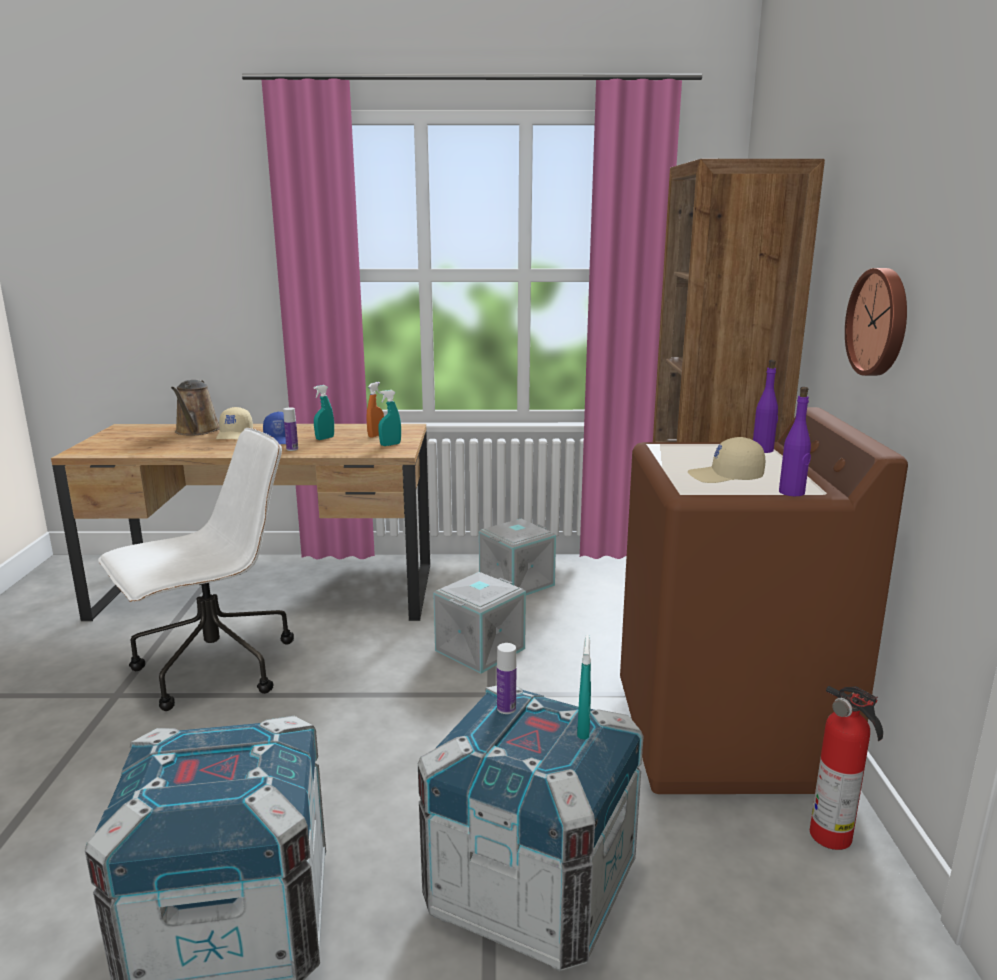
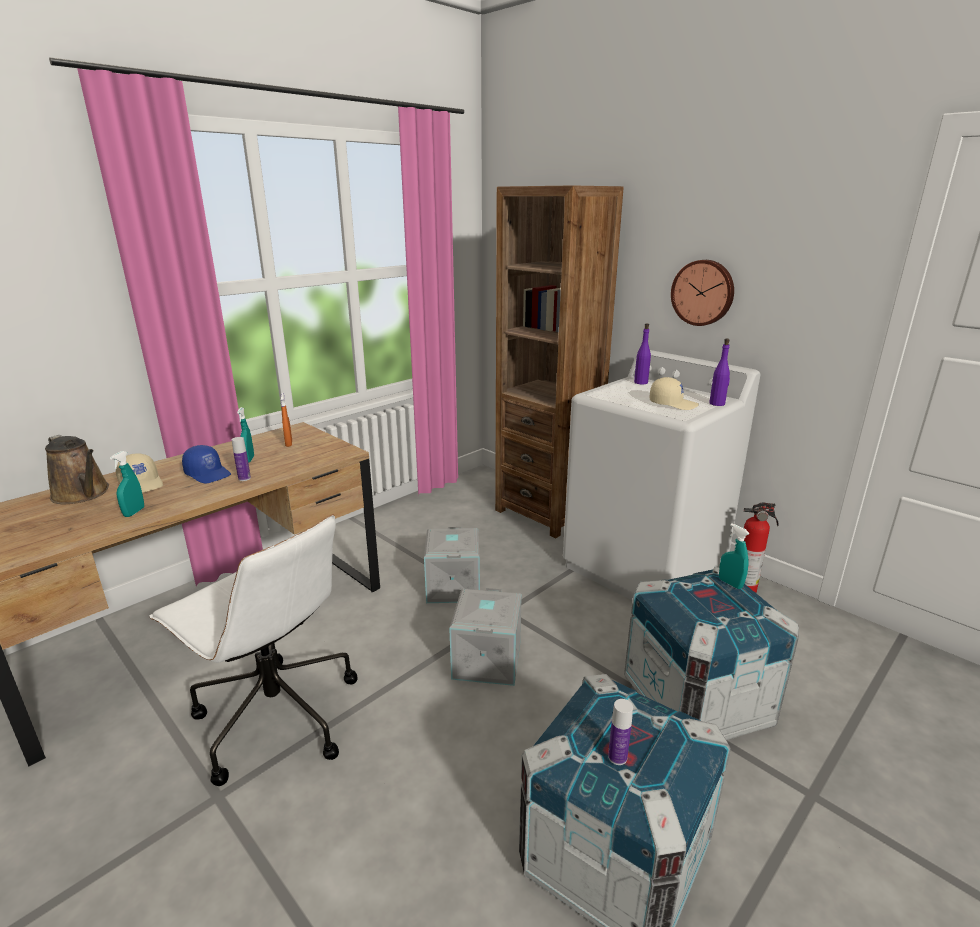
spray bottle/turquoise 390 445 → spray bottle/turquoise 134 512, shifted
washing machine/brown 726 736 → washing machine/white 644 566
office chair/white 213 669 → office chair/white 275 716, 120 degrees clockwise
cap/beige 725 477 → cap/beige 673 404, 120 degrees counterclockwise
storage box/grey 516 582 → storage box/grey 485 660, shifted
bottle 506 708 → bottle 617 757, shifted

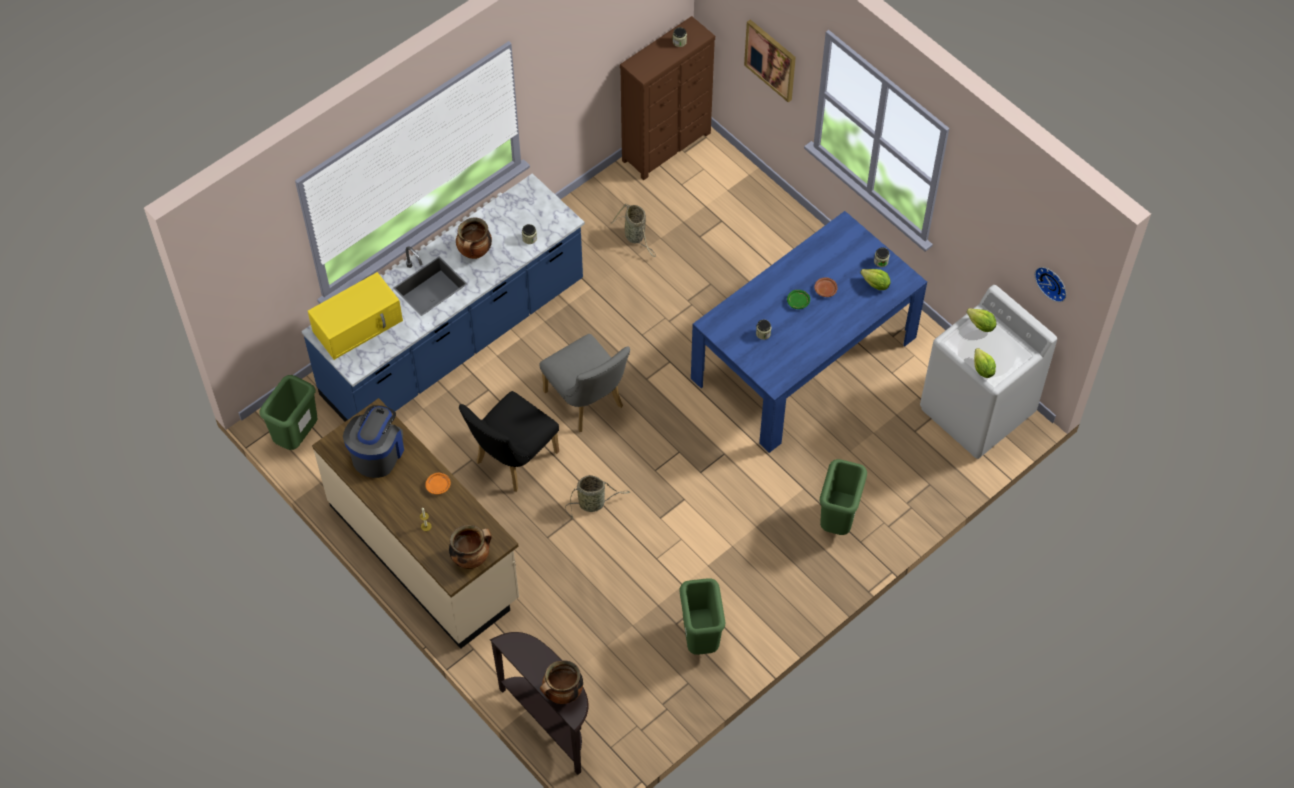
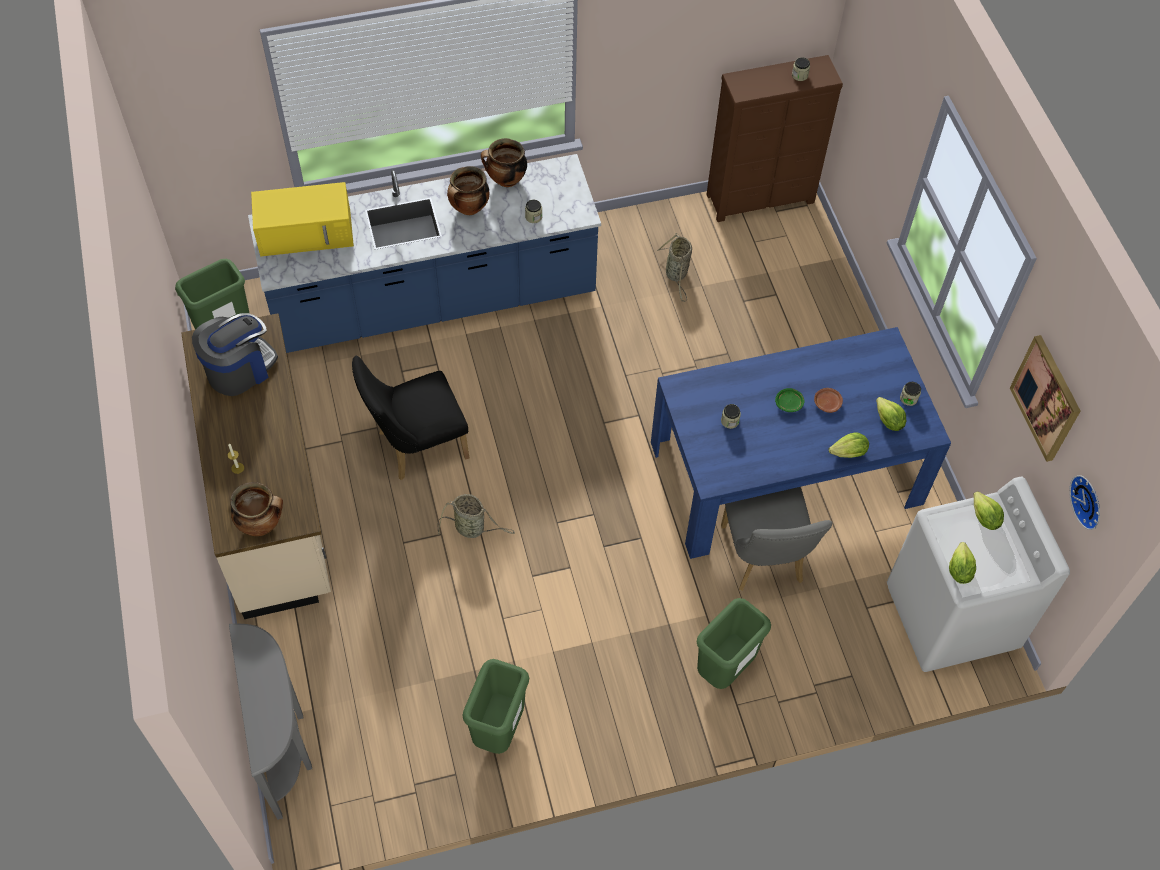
picture 771 60 → picture 1046 398, shifted
chair/grey 587 403 → chair/grey 764 560, shifted
plate/orange 438 485 → -
console table/brown 550 721 → console table/grey 285 744
cooking pot 562 693 → cooking pot 505 180, shifted
- → lettuce 849 453

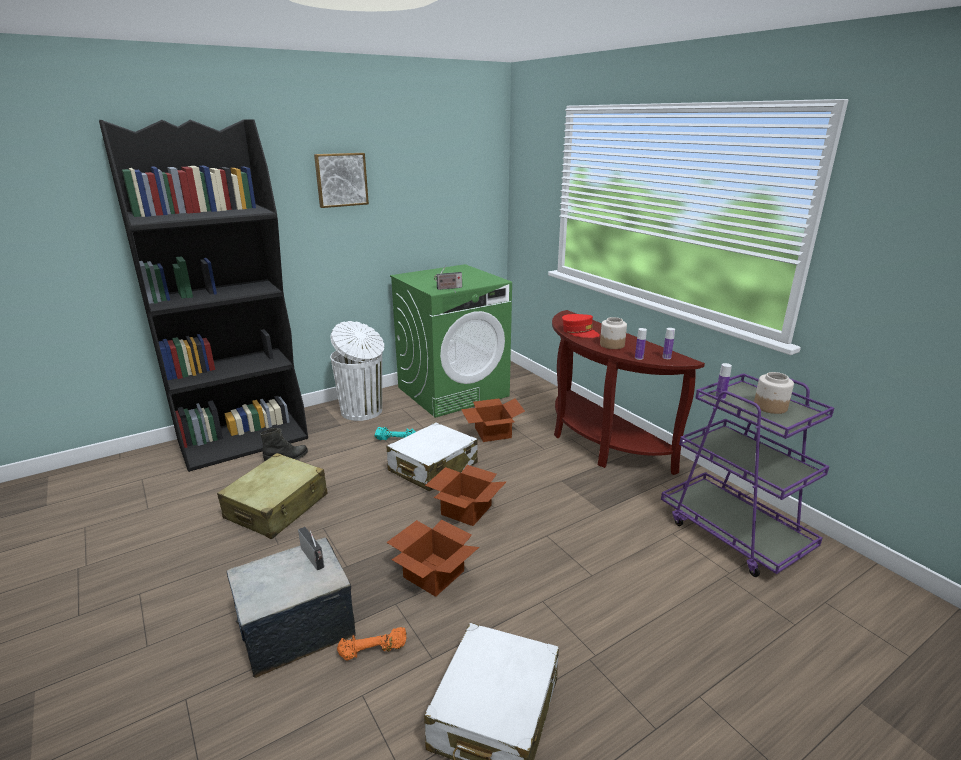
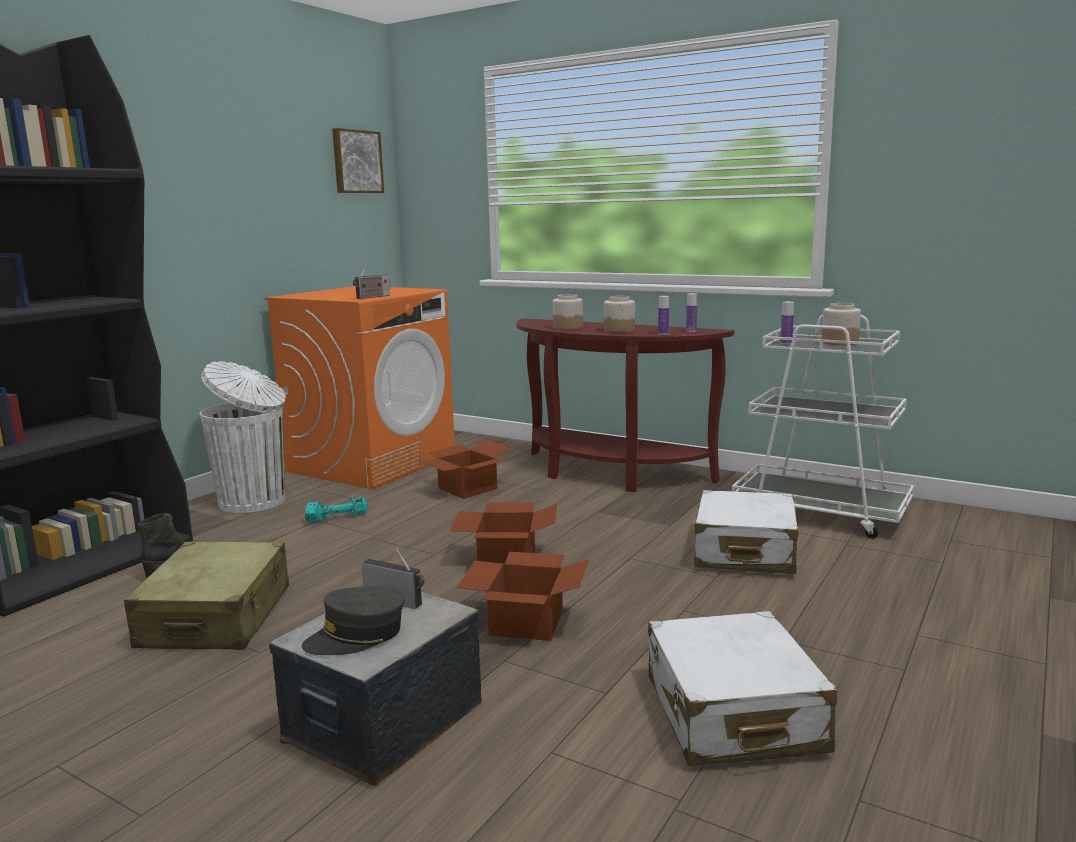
picture 341 179 → picture 356 162, shifted
washing machine/green 453 391 → washing machine/orange 372 462
cap/red 579 332 → jar 567 327
cart/purple 733 533 → cart/white 821 513
suitcase/white 432 467 → suitcase/white 744 552, shifted
dumbbell/orange 373 651 → -
- → cap/grey 357 636

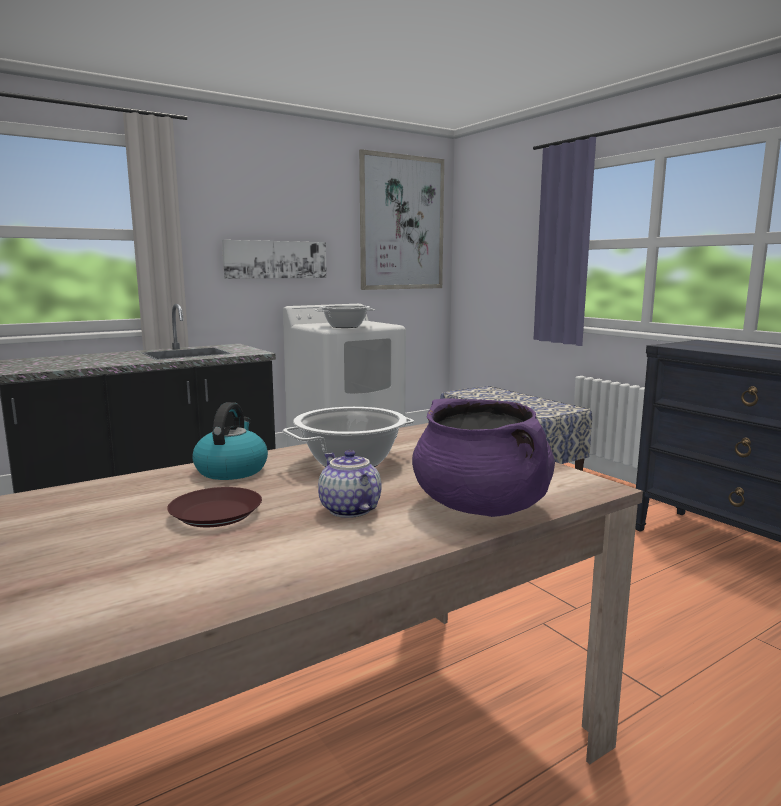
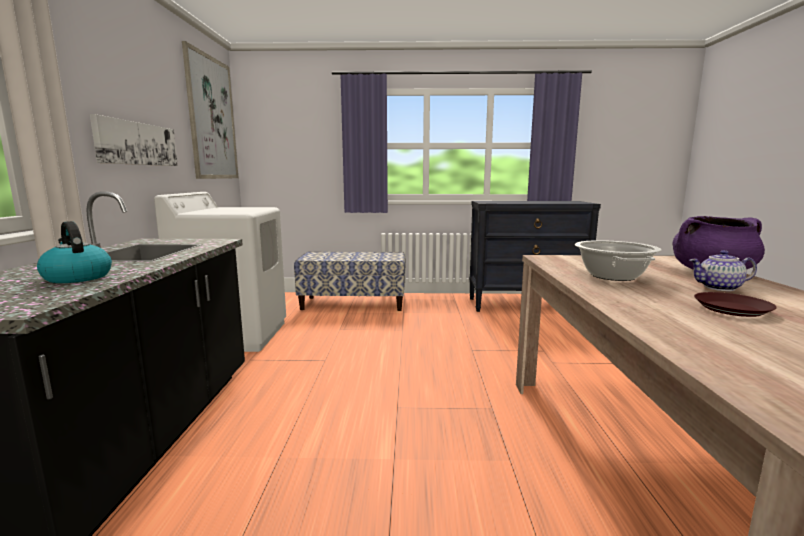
cooking pot 345 326 → -
kettle 231 470 → kettle 77 277, shifted

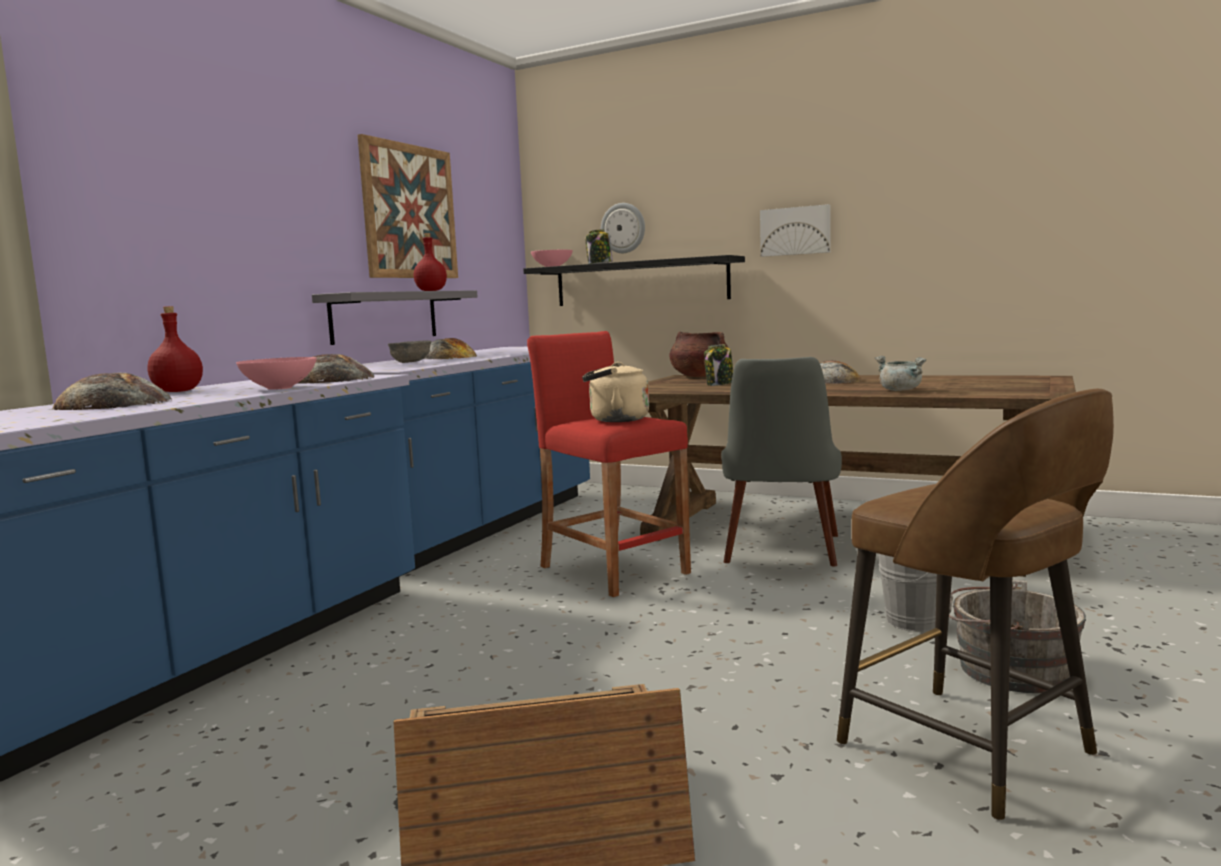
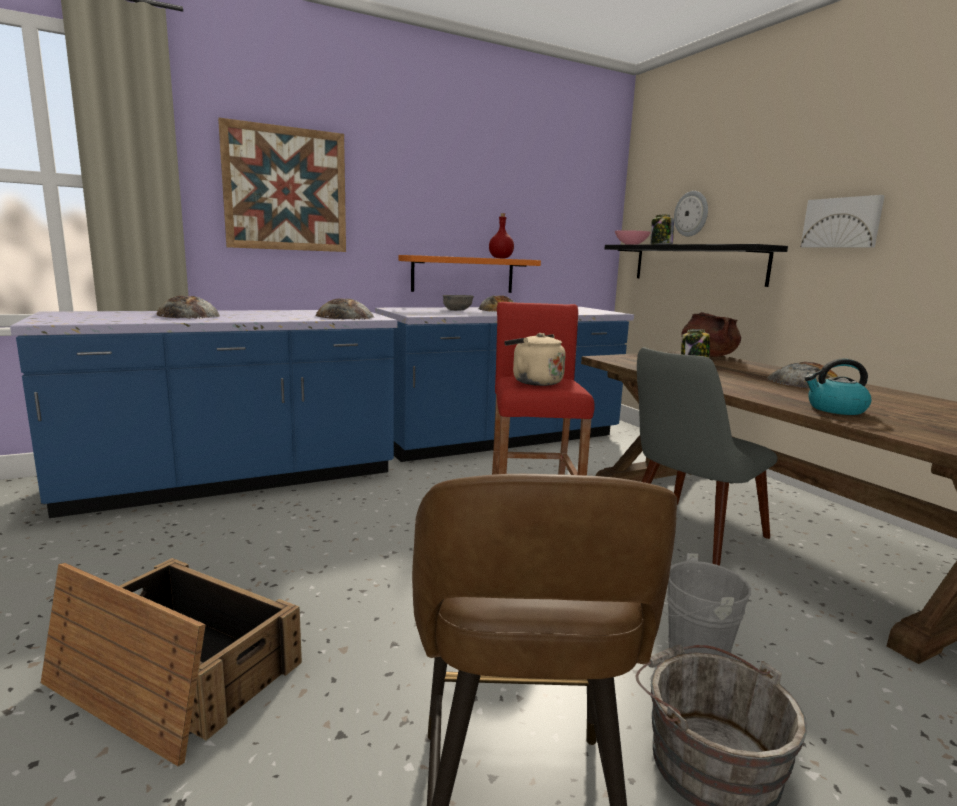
picture 409 212 → picture 285 189, shifted
shelf/grey 384 316 → shelf/orange 463 274
bottle/red 179 391 → -
cooking pot/grey 900 390 → kettle 835 409
bowl/pink 280 388 → -

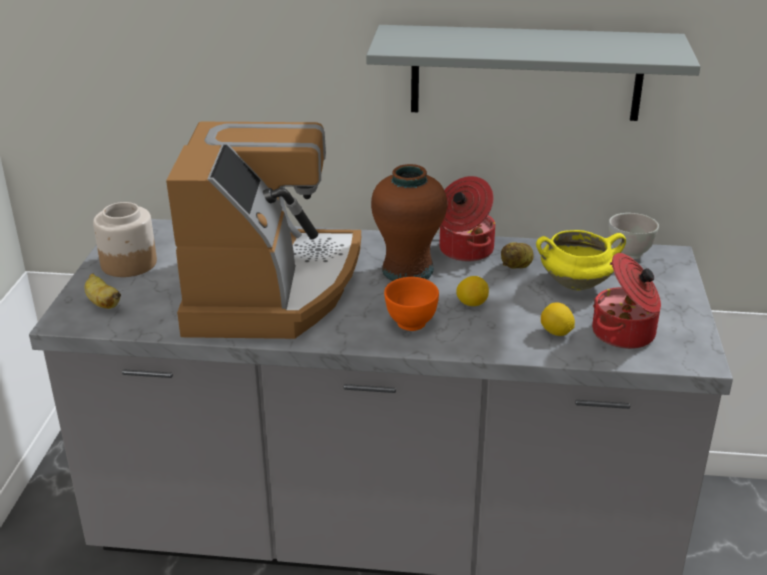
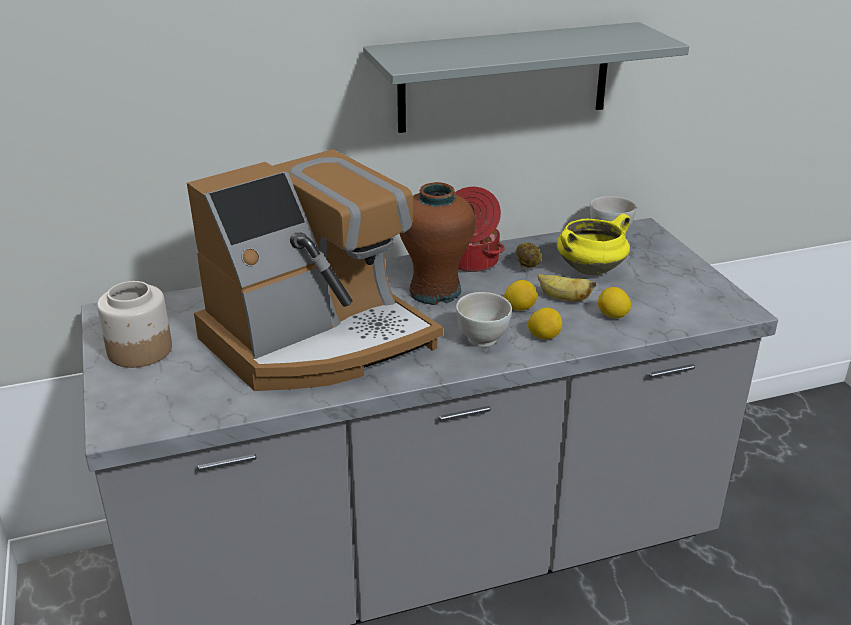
coffee machine 271 289 → coffee machine 318 340, 75 degrees clockwise
cooking pot 625 334 → -
banana 102 303 → banana 563 298, shifted
bowl/orange 411 324 → bowl/white 482 340
- → lemon 544 336

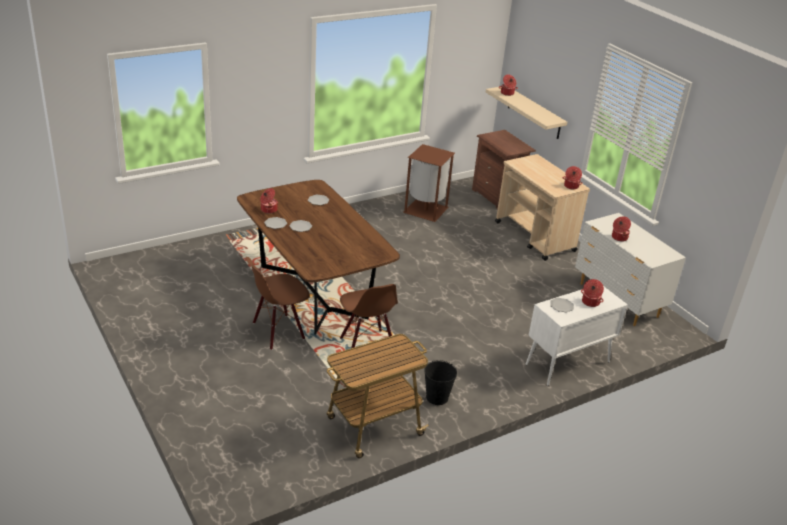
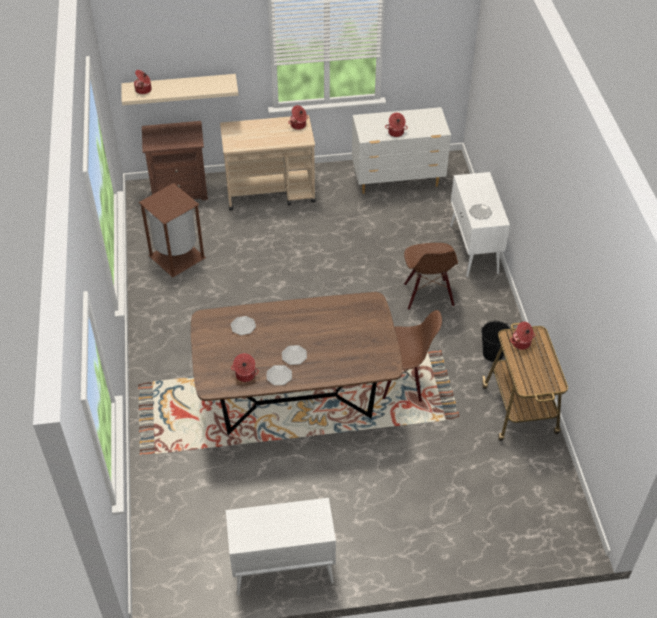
chair/brown 278 331 → chair/brown 428 295, shifted
cooking pot 590 302 → cooking pot 521 343, shifted
- → cabinet/white 282 570

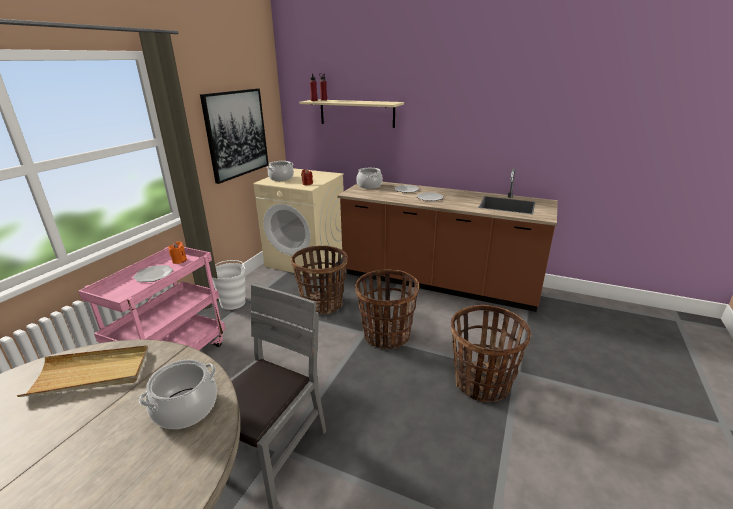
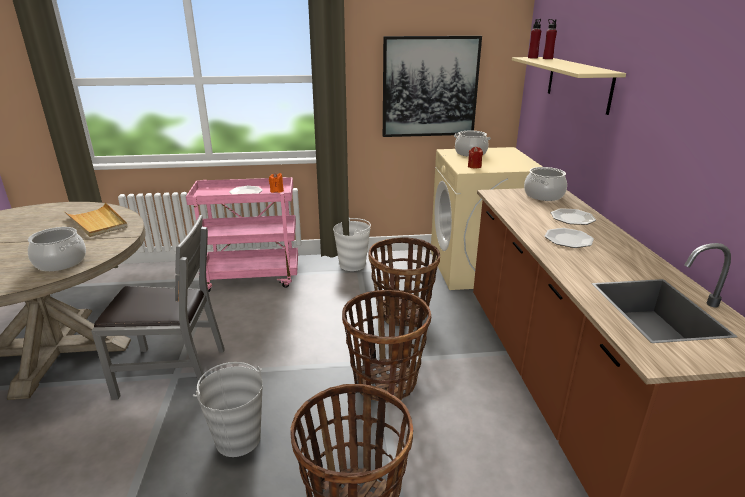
- → bucket/grey 238 439

